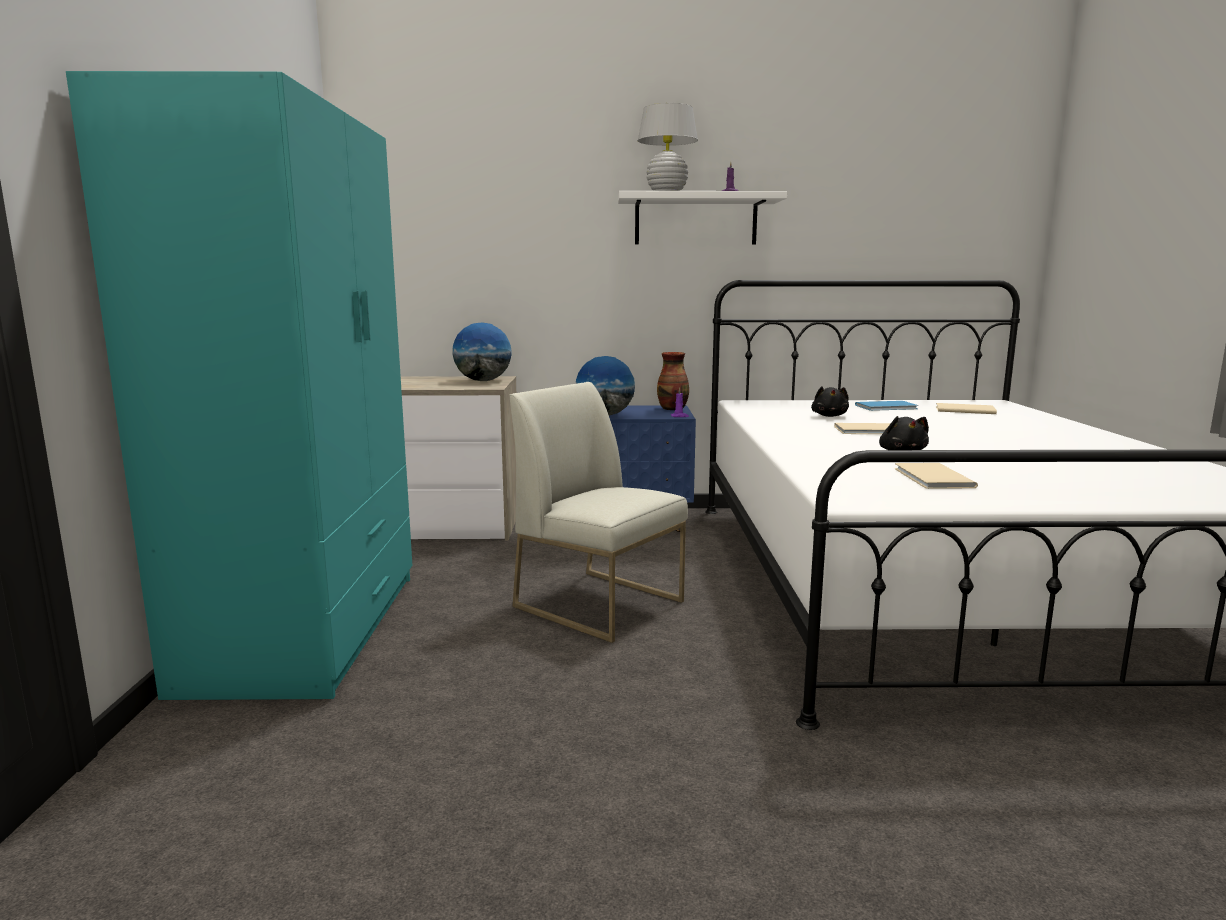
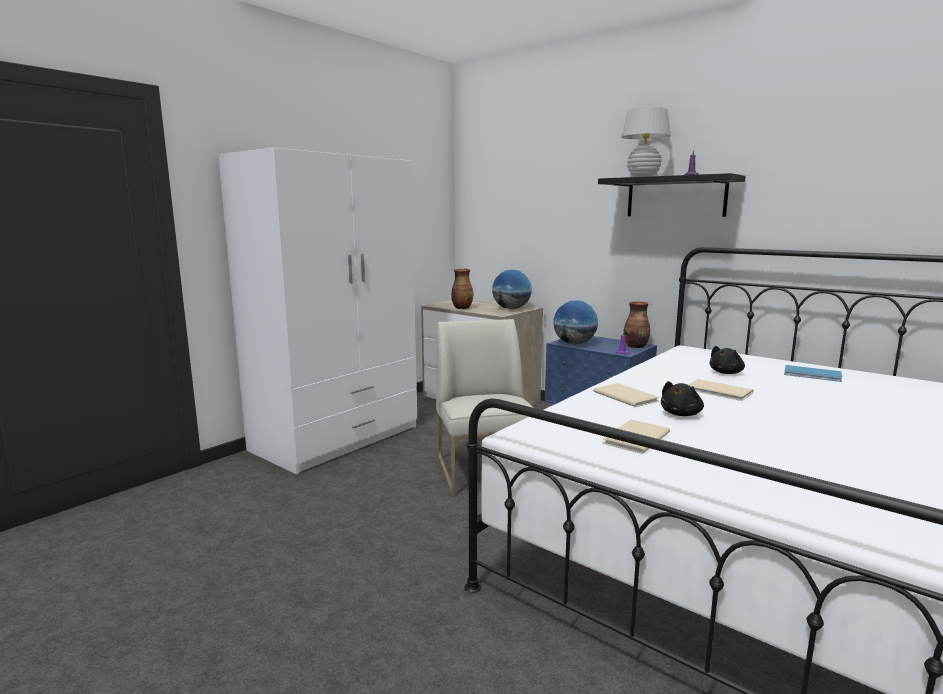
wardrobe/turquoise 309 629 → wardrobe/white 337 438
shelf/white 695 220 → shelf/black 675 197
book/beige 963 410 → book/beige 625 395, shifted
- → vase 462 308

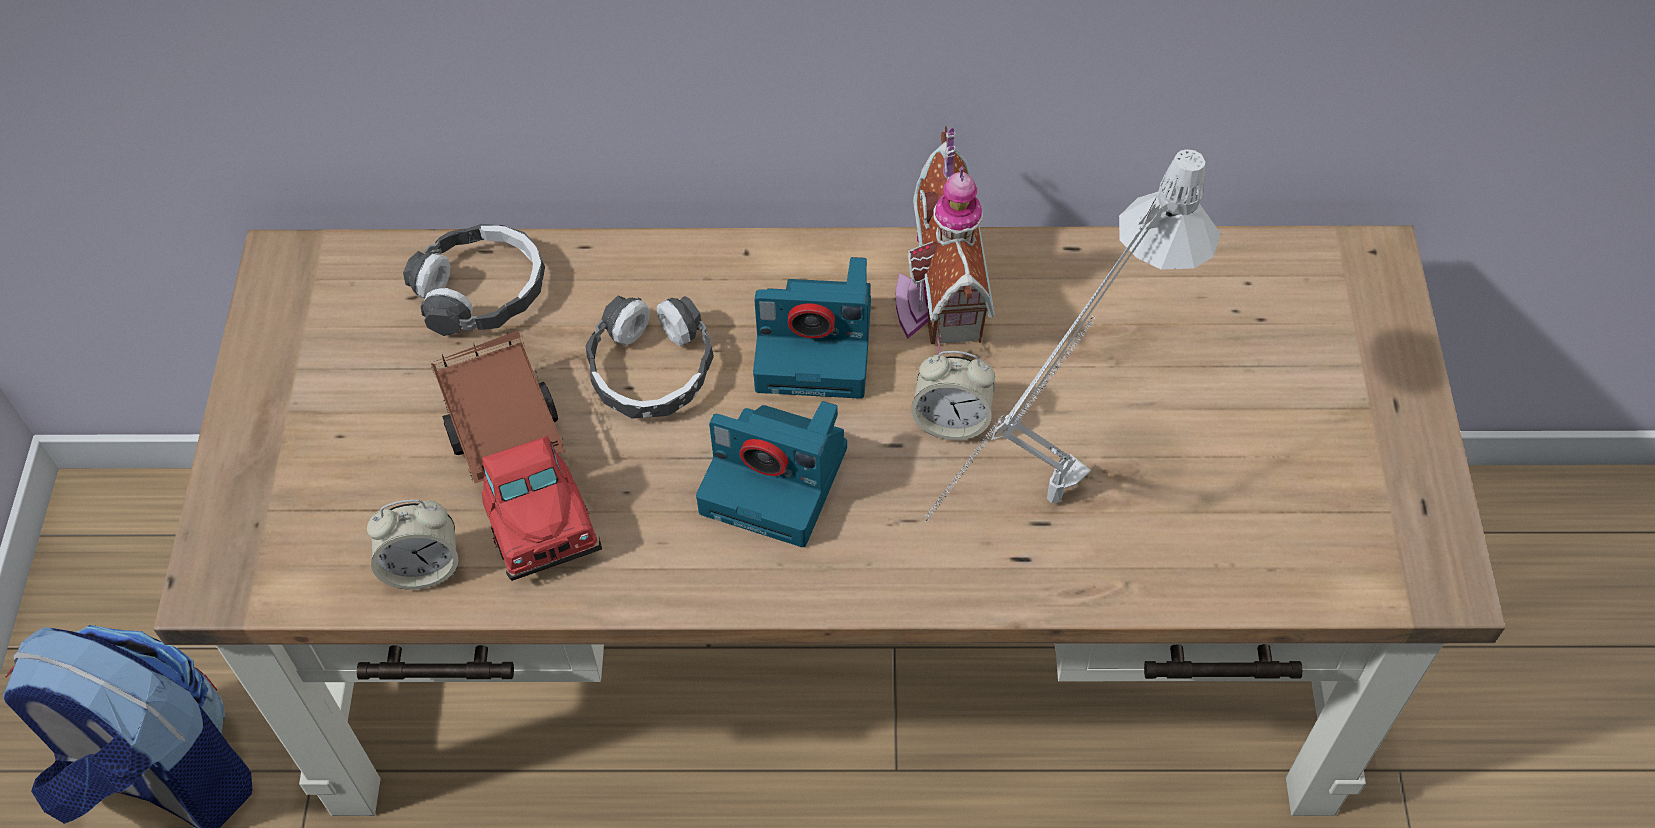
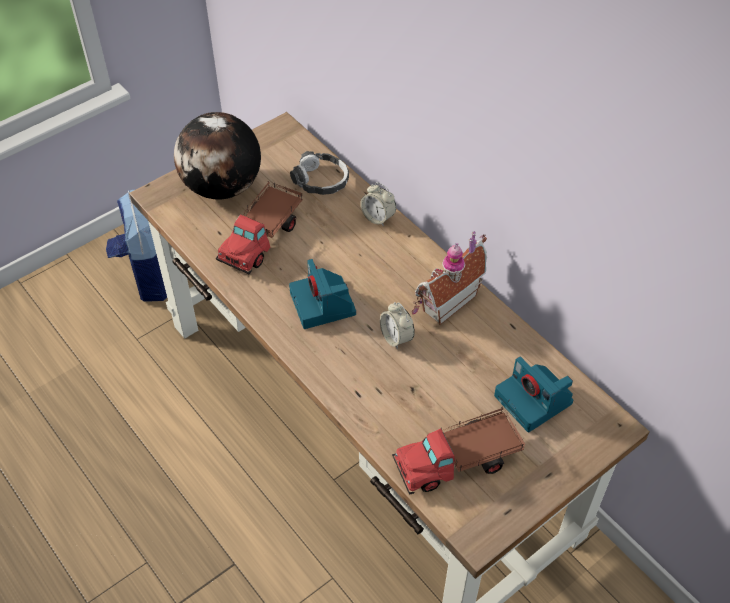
table lamp/grey 1038 515 → -
photo camera 817 345 → photo camera 534 400, shifted
headphones 651 369 → -
alarm clock 423 567 → alarm clock 378 217, shifted
- → globe 222 187
- → toy truck 459 460

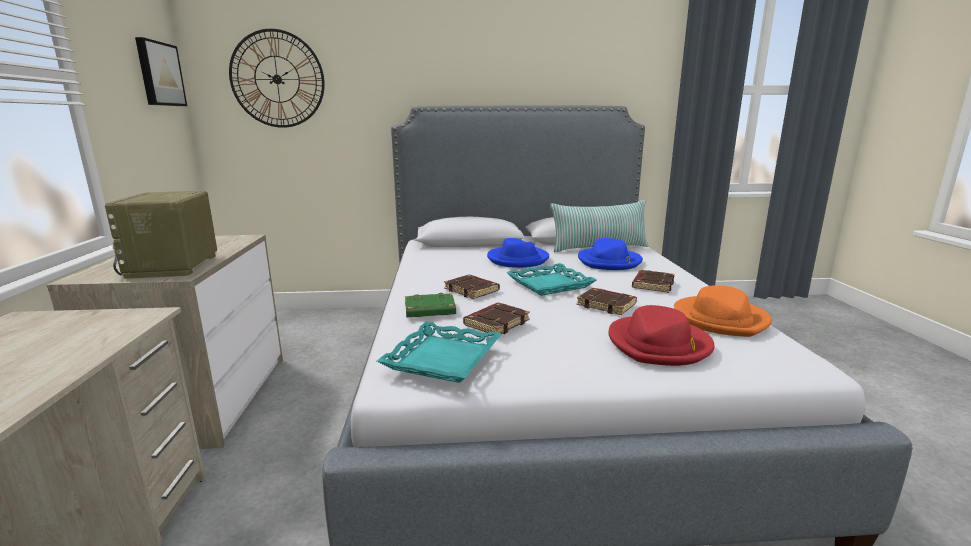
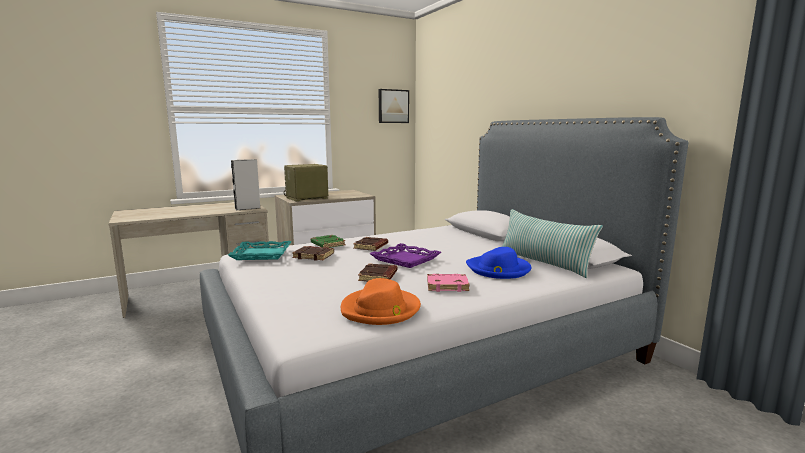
wall clock 277 79 → -
hat/blue 517 259 → -
tray/turquoise 549 284 → tray/purple 406 259
book/brown 652 285 → book/pink 447 286
hat/red 659 345 → -
- → speaker/grey 247 208

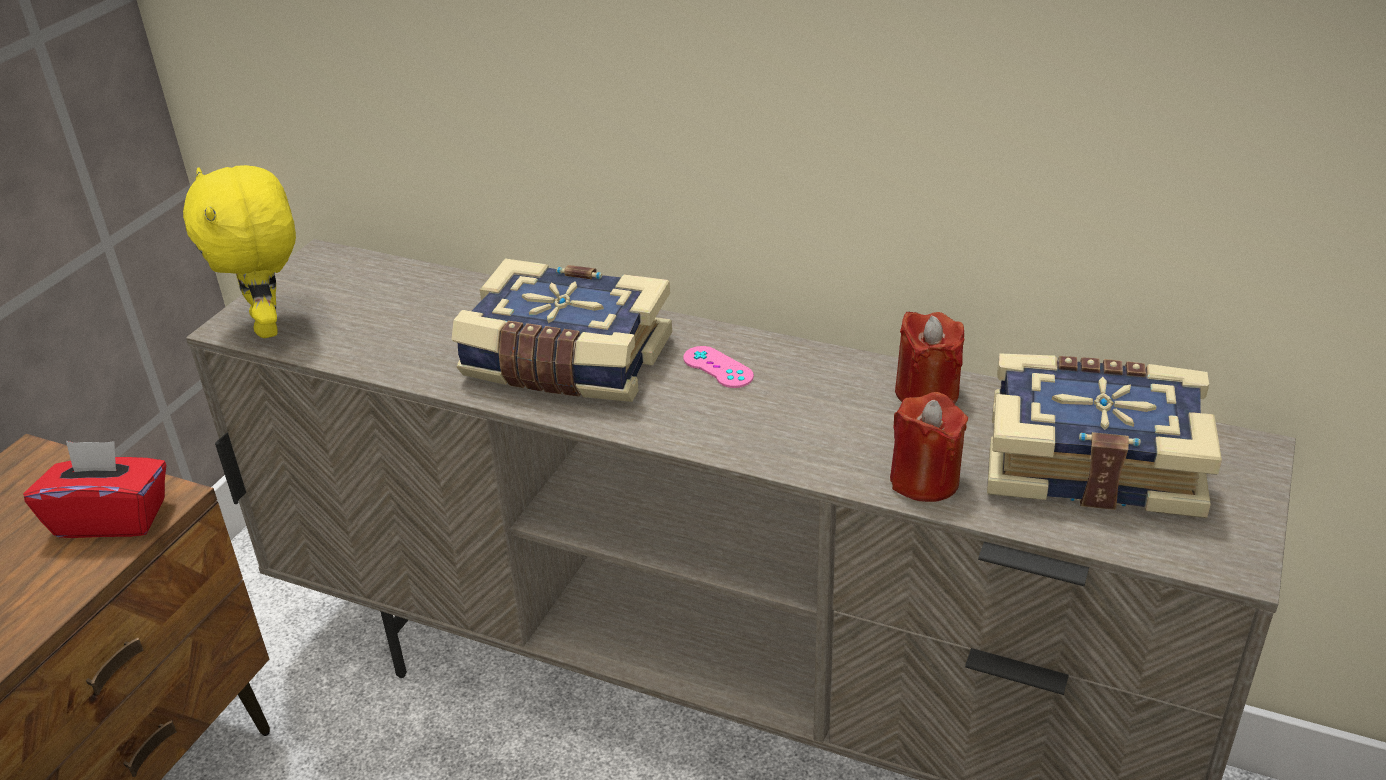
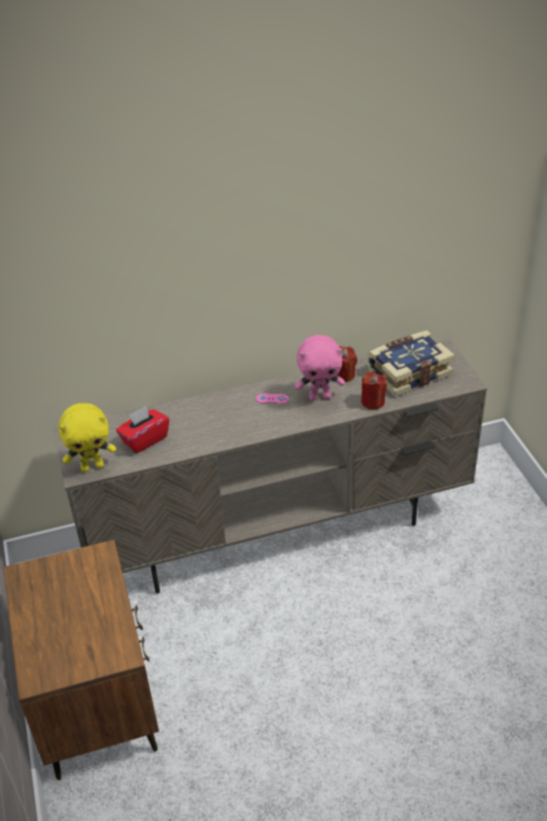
plush toy/yellow 270 326 → plush toy/yellow 92 466, 45 degrees counterclockwise
book 566 362 → -
tissue box/red 112 518 → tissue box/red 144 439, shifted
- → plush toy/pink 320 396

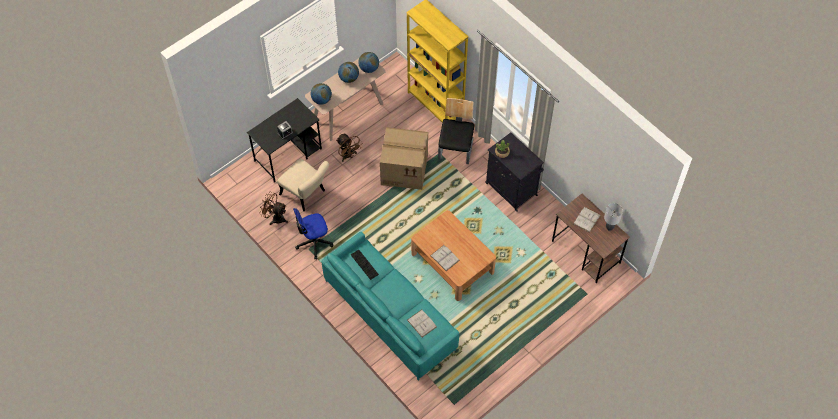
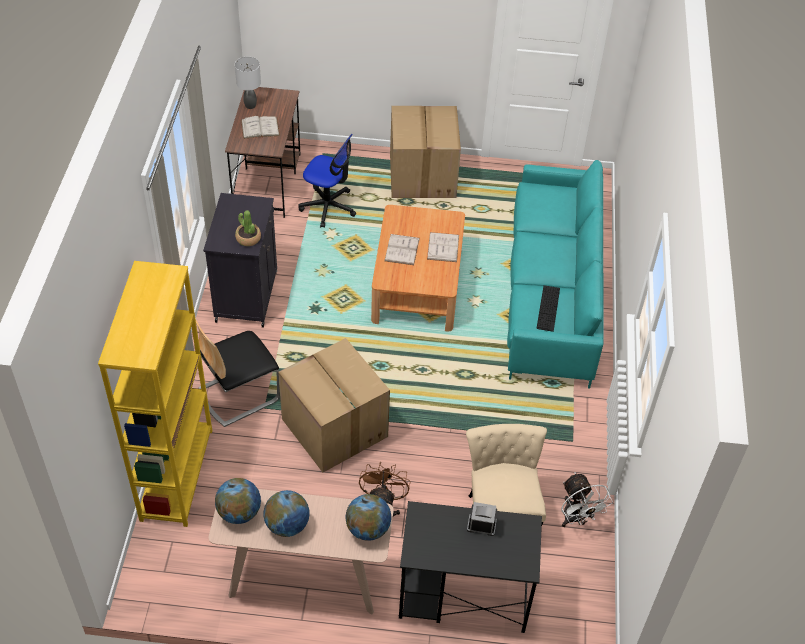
fan/brown 275 218 → fan/white 576 519
office chair 314 242 → office chair 328 207, shifted
book/white 421 323 → book/white 402 249, shifted
- → cardboard box 423 177

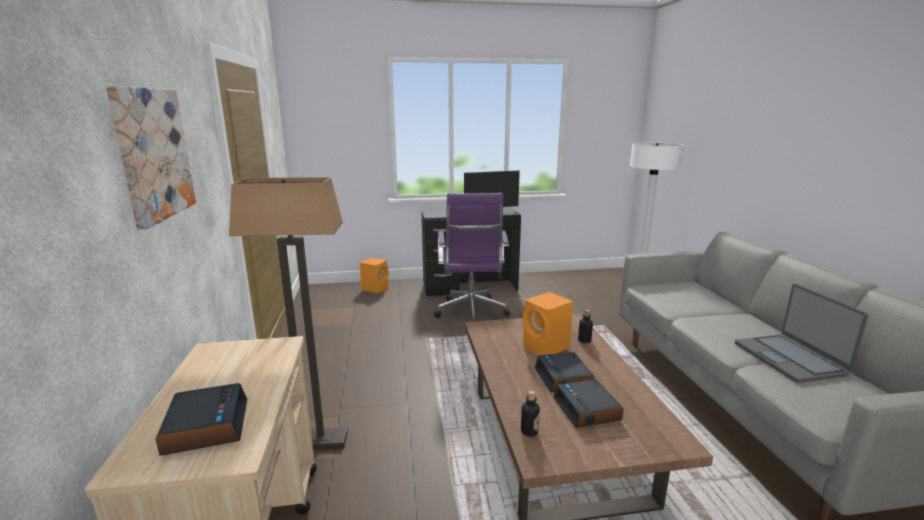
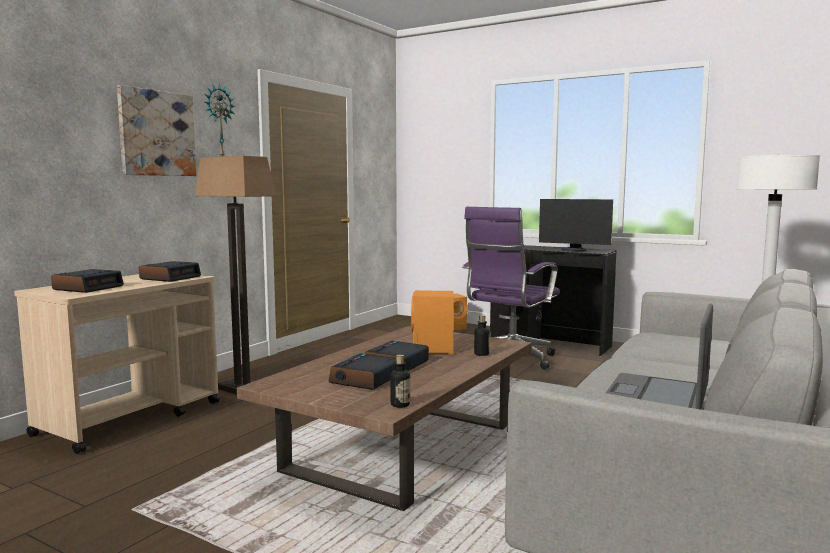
bottle 529 431 → bottle 400 404, shifted
- → wall clock 218 121
- → alarm clock 170 277

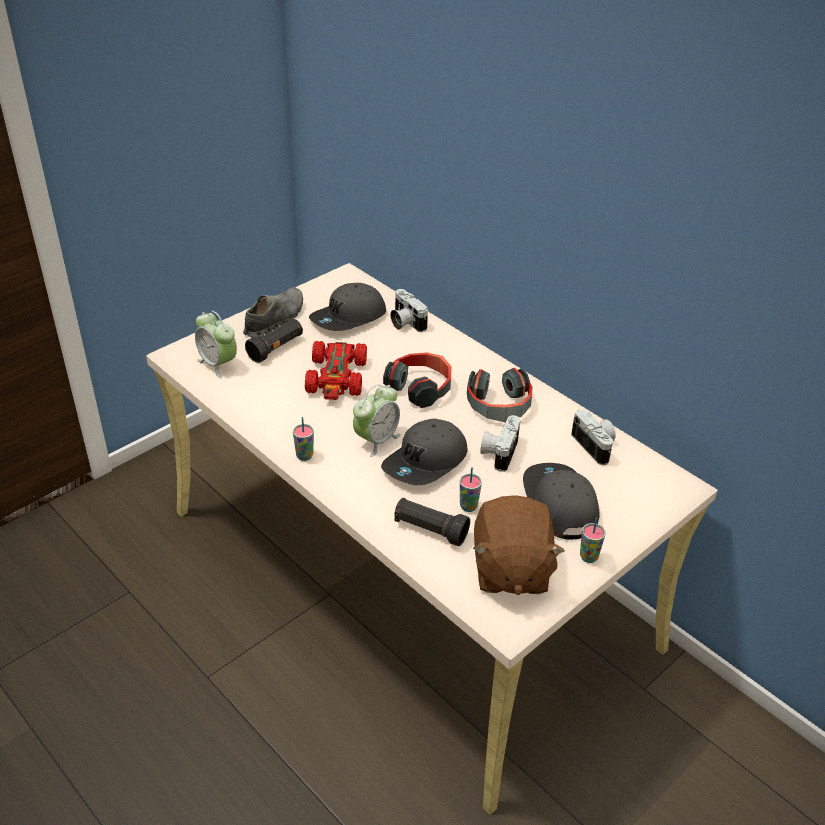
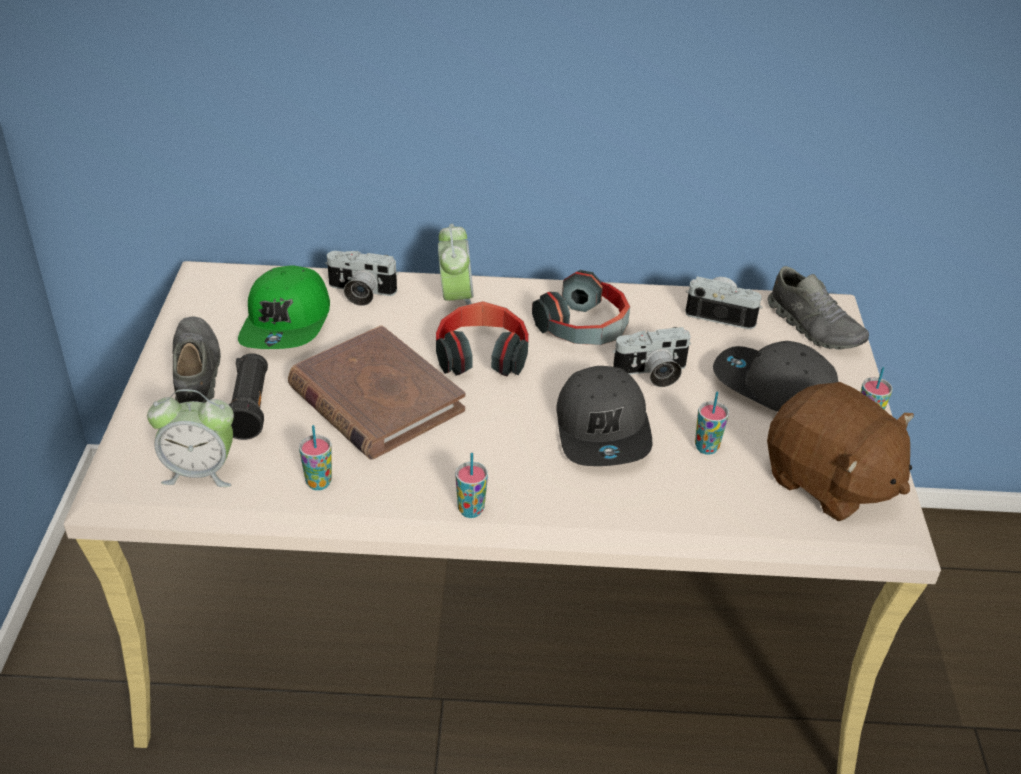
cap/grey 349 318 → cap/green 288 323
toy car/red 337 378 → book/brown 375 398
alarm clock 376 440 → alarm clock 455 300, shifted
photo camera 499 452 → photo camera 652 374, 75 degrees counterclockwise
flashlight/black 430 530 → -
- → shoe/grey 814 327
- → cup 318 483

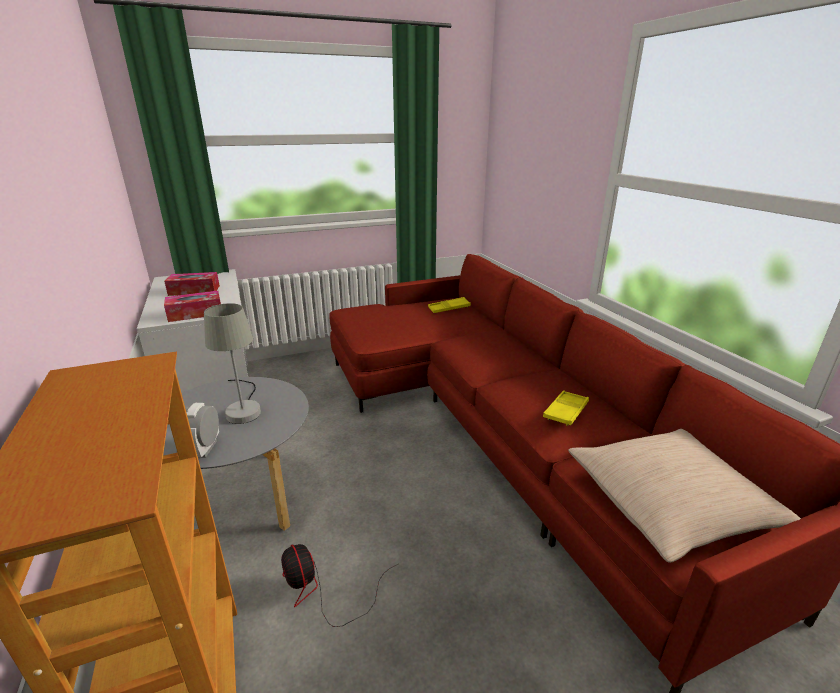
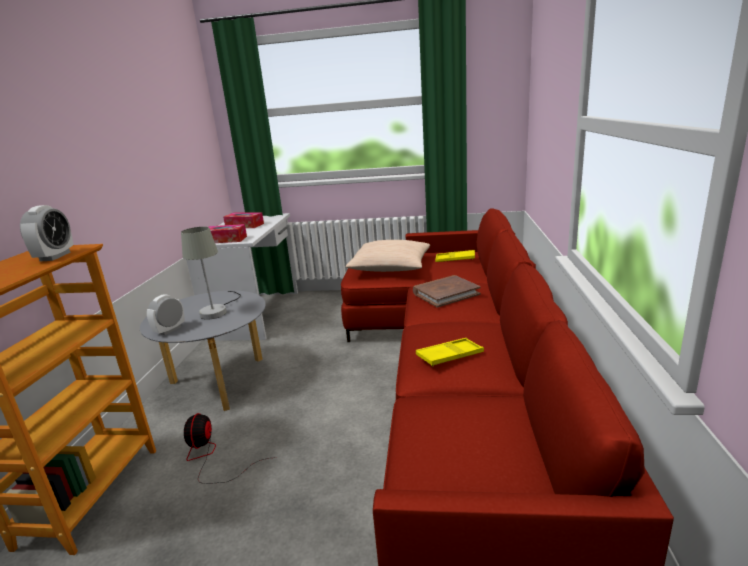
pillow/beige 669 503 → pillow/beige 390 267, shifted
- → alarm clock 55 256
- → book/brown 446 293

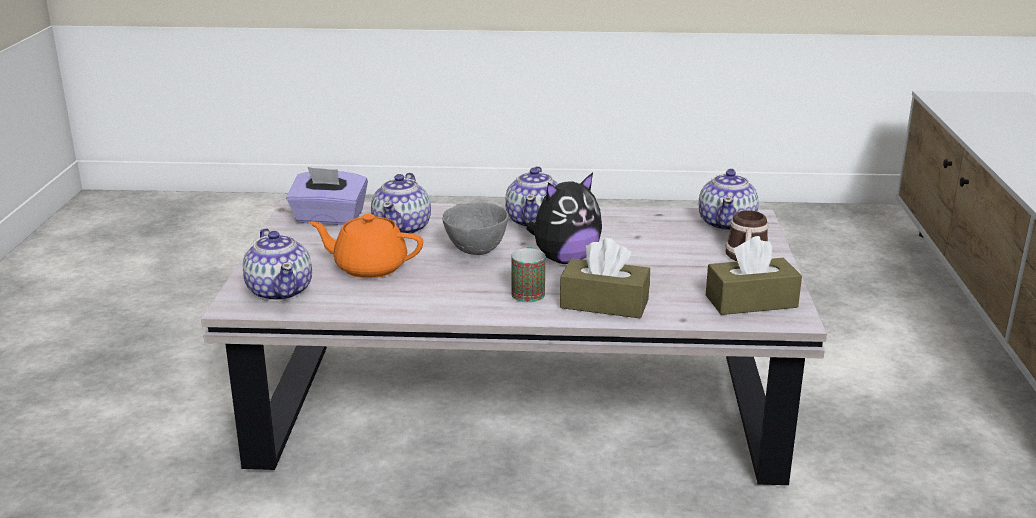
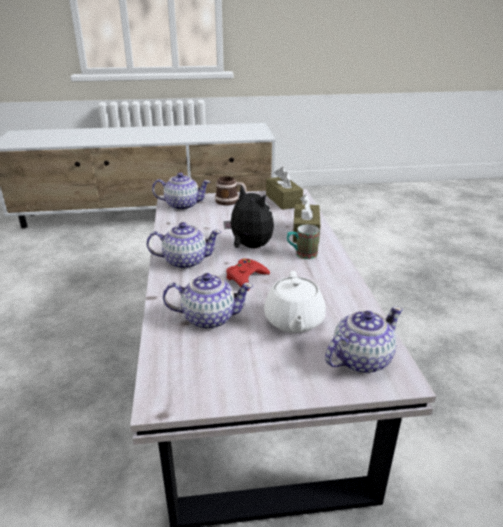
tissue box/purple 329 218 → -
bowl/grey 477 251 → game controller/red 246 278
teapot/orange 369 267 → teapot/white 293 321

